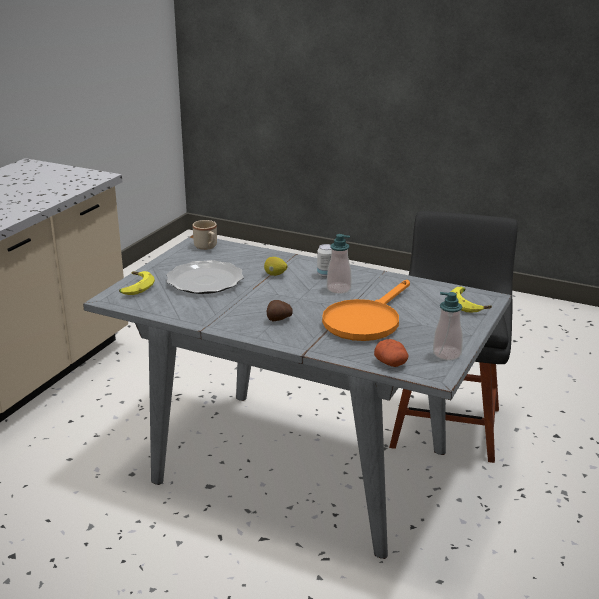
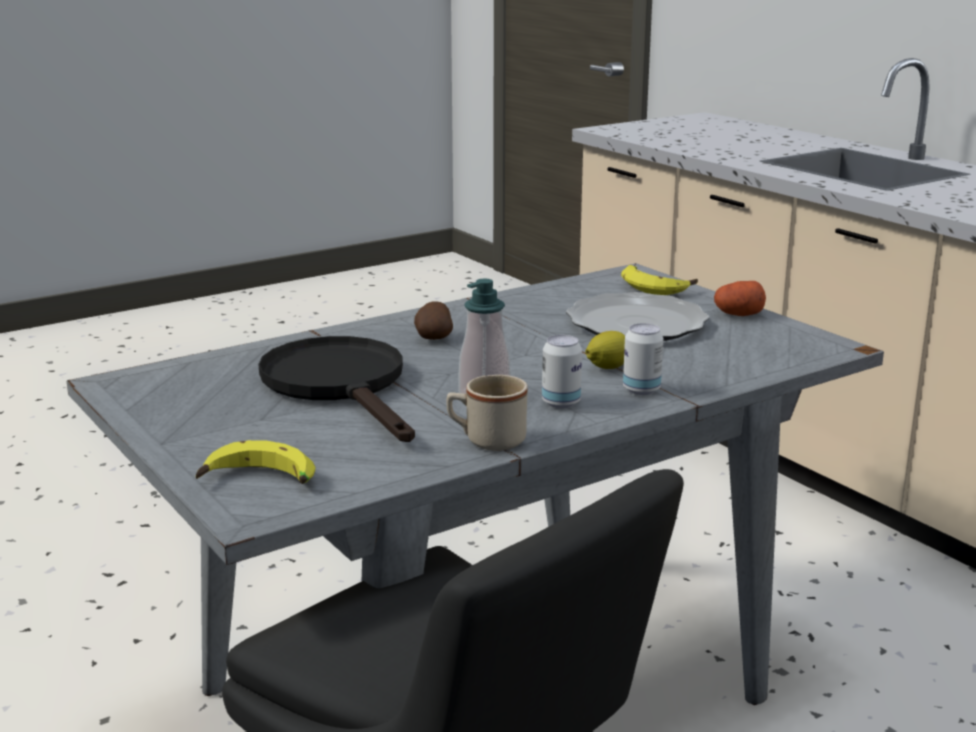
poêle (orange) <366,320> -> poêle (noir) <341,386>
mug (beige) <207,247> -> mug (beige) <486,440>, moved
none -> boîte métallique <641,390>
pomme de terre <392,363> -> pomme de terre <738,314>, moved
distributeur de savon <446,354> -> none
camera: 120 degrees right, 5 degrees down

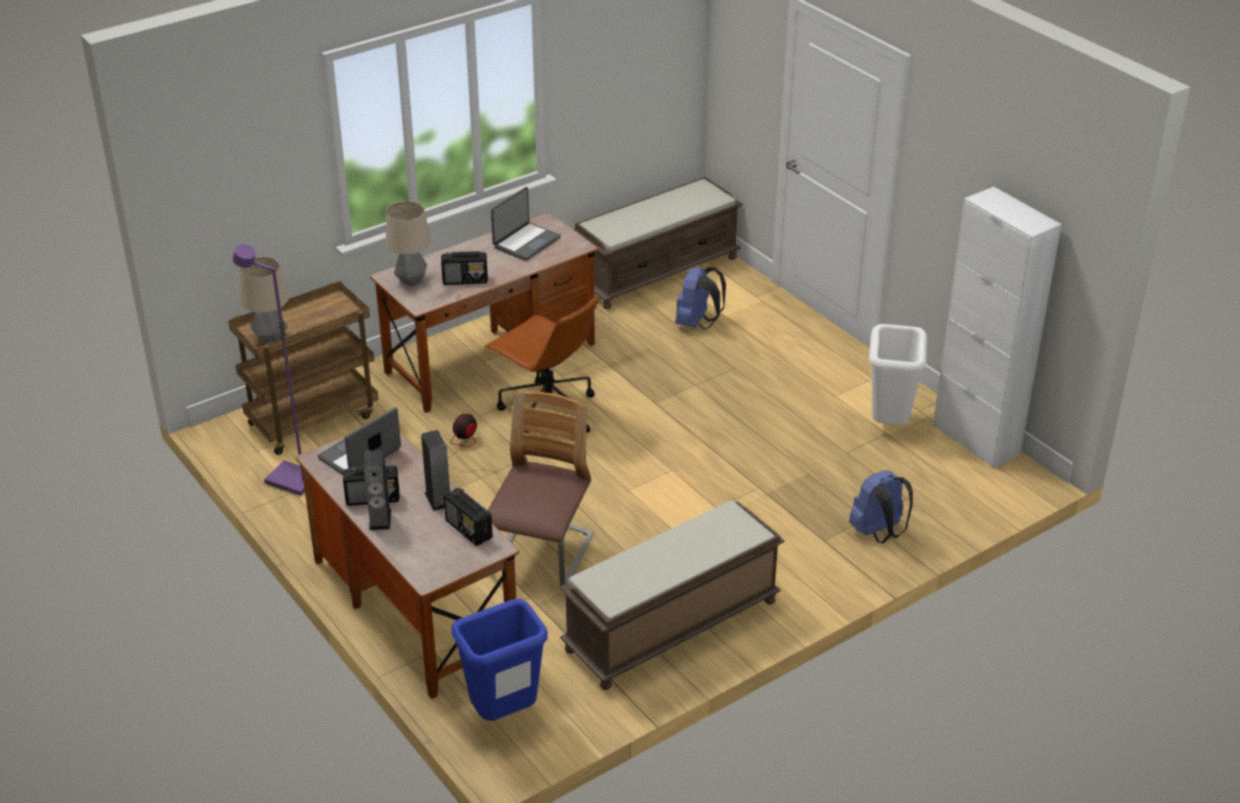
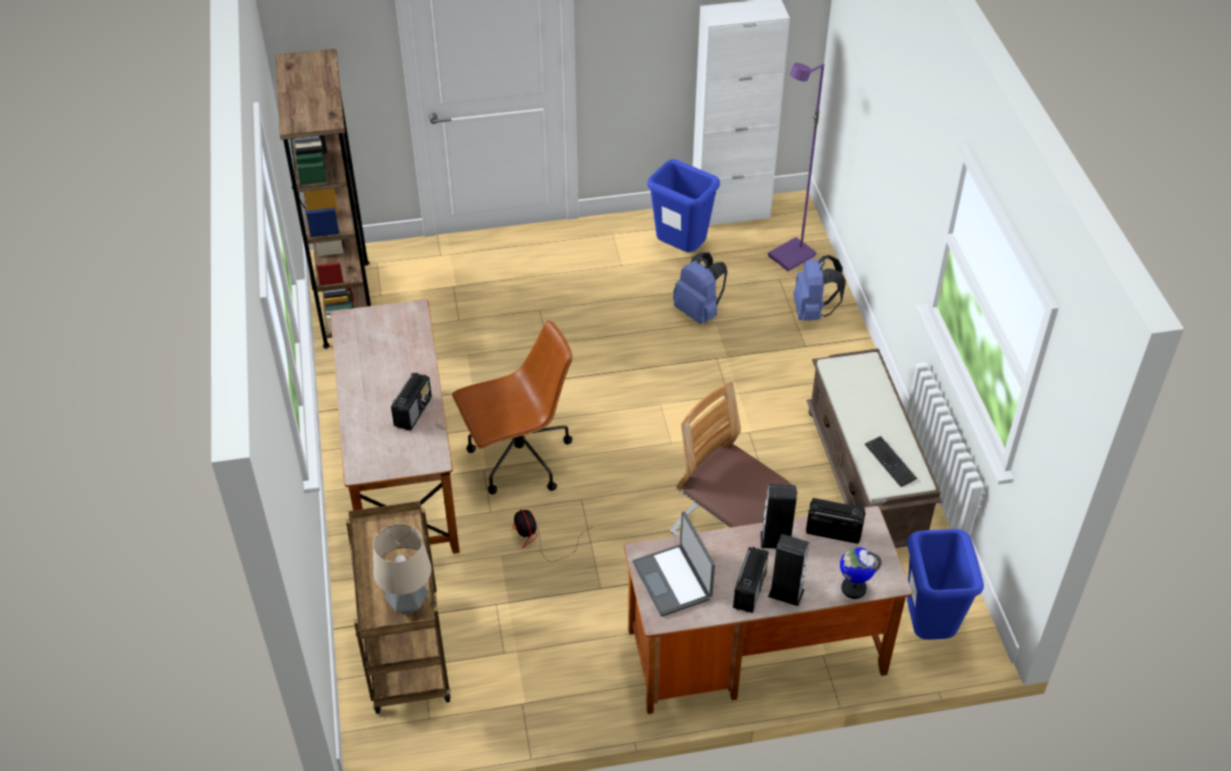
banc (marron) <657,271> -> bibliothèque (marron) <346,303>
poubelle (blanc) <889,425> -> poubelle (bleu) <681,250>
sac à dos (bleu) <697,323> -> sac à dos (bleu) <699,311>, moved
lampadaire (violet) <291,481> -> lampadaire (violet) <792,257>, moved
radio <469,530> -> radio <833,531>, 150 degrees counterclockwise
none -> globe <853,588>
none -> clavier <890,462>
lampe de table <411,280> -> none
ordinateur portable <526,242> -> none
camera: 65 degrees left, 10 degrees up

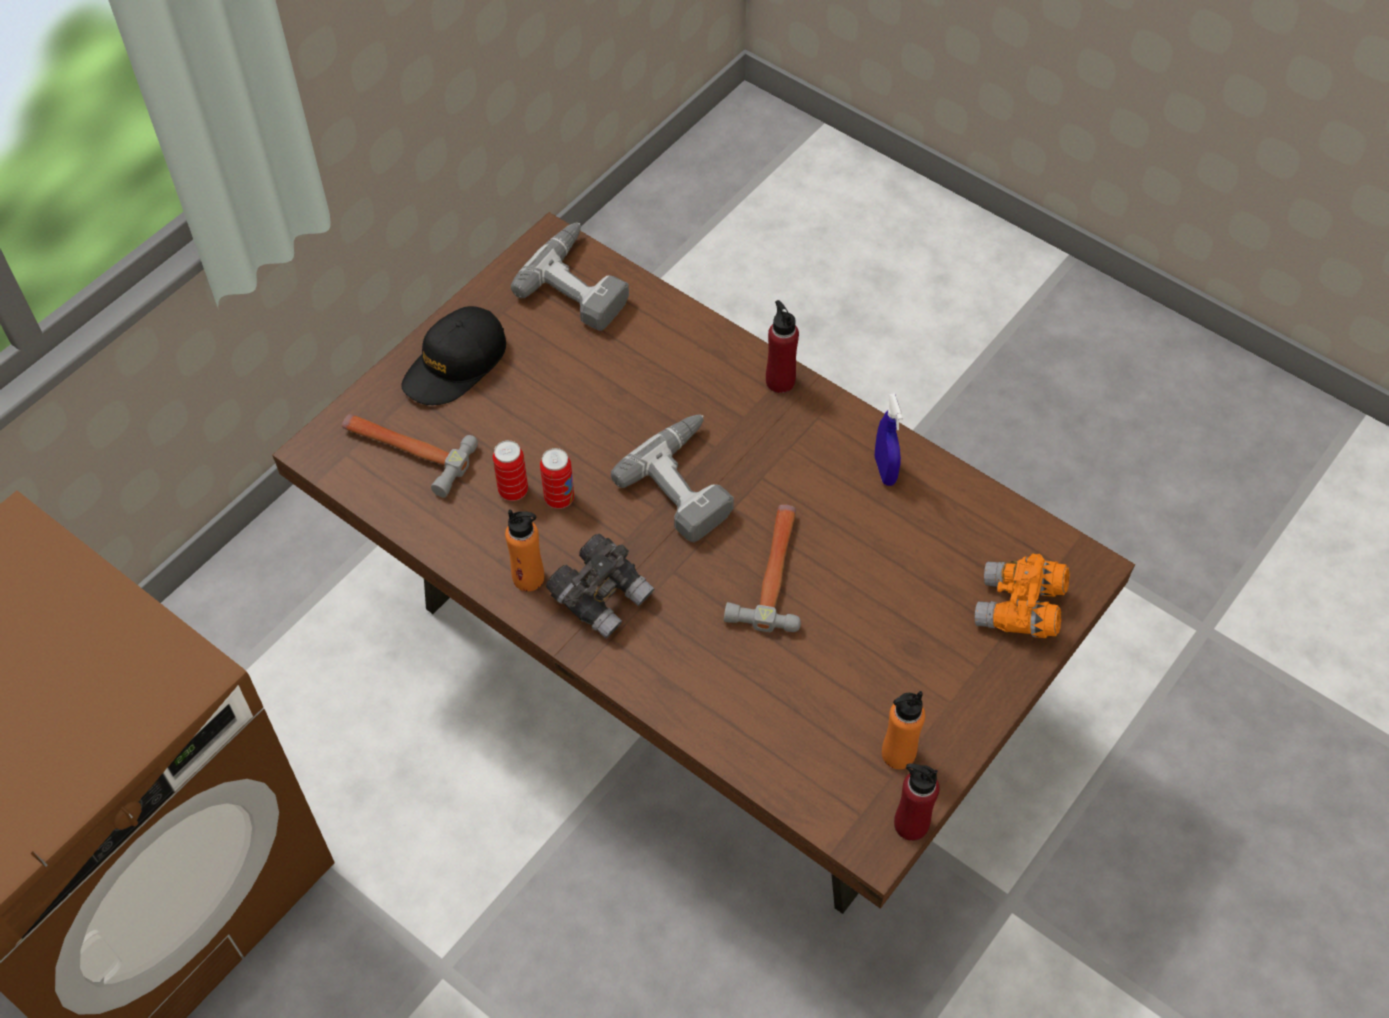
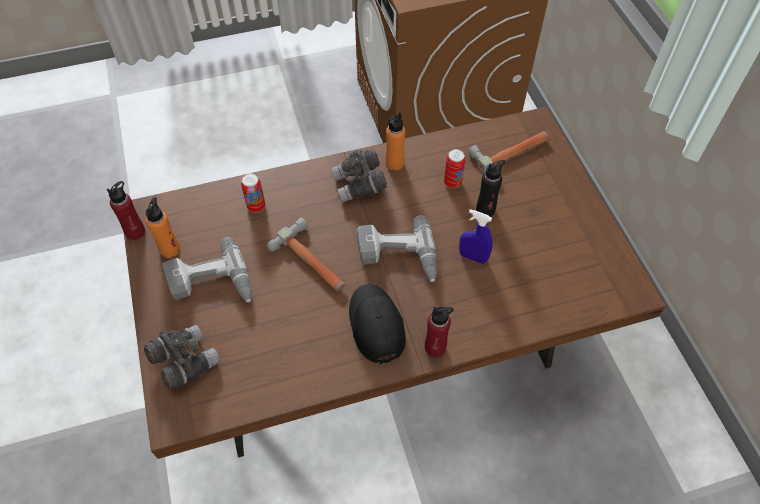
jumelles (orange) <1019,609> -> jumelles (gris) <184,361>
perceuse <582,283> -> perceuse <211,285>, moved
boîte métallique <559,498> -> boîte métallique <256,206>, moved
casquette (noir) <455,365> -> casquette (noir) <376,325>, moved
vaporisateur (bleu) <885,470> -> vaporisateur (bleu) <473,257>, moved
none -> bouteille (noir) <485,209>
camera: 125 degrees right, 0 degrees up

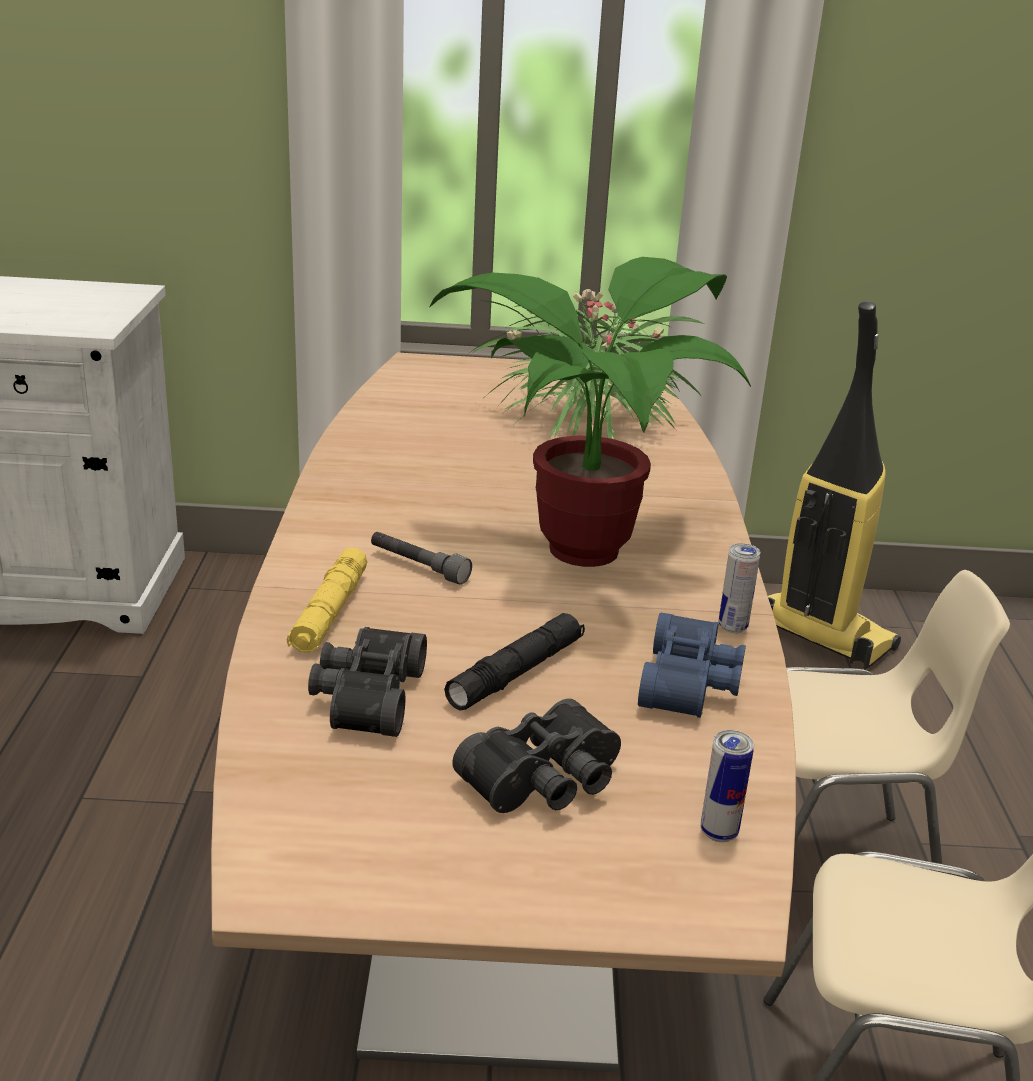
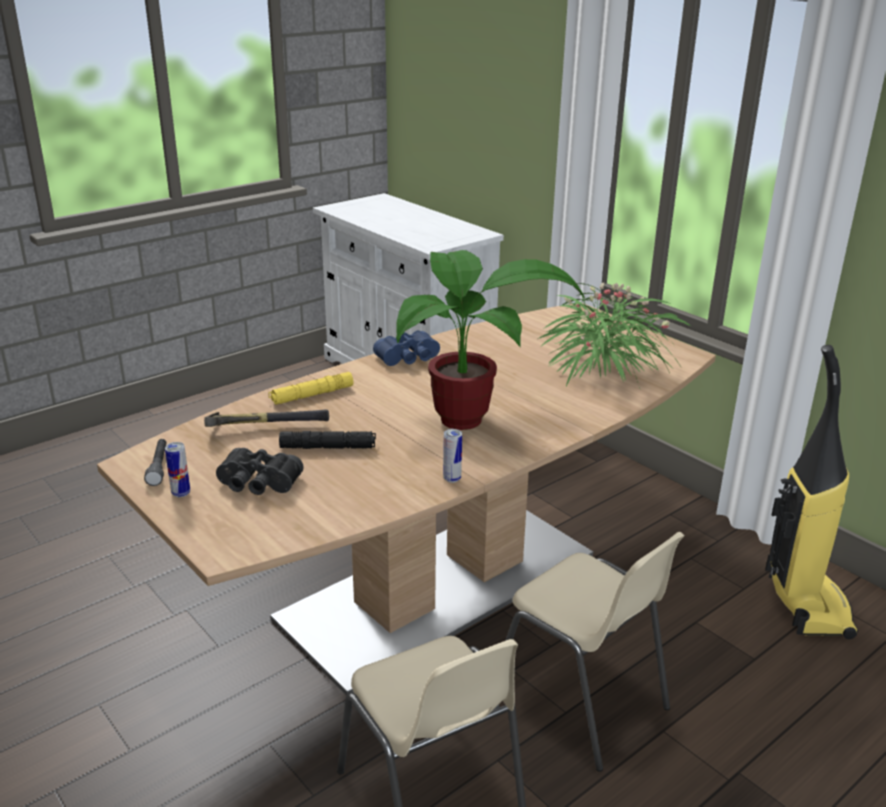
lampe de poche (gris) <418,566> -> lampe de poche (gris) <159,467>, moved
boîte métallique <719,832> -> boîte métallique <181,493>, moved
jumelles (noir) <365,696> -> marteau <263,427>
jumelles (bleu) <692,683> -> jumelles (bleu) <409,359>, moved
camera: 50 degrees right, 0 degrees up

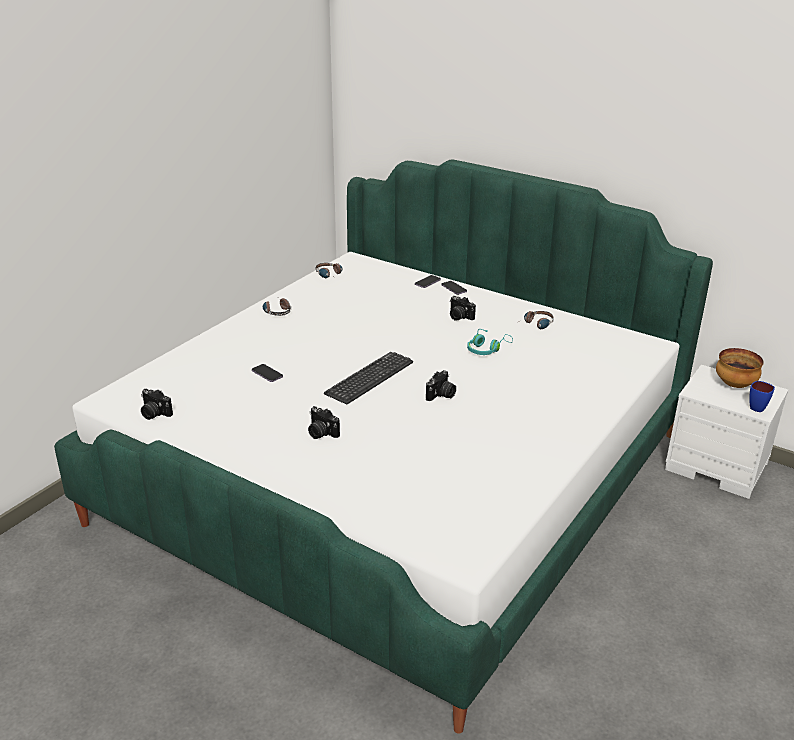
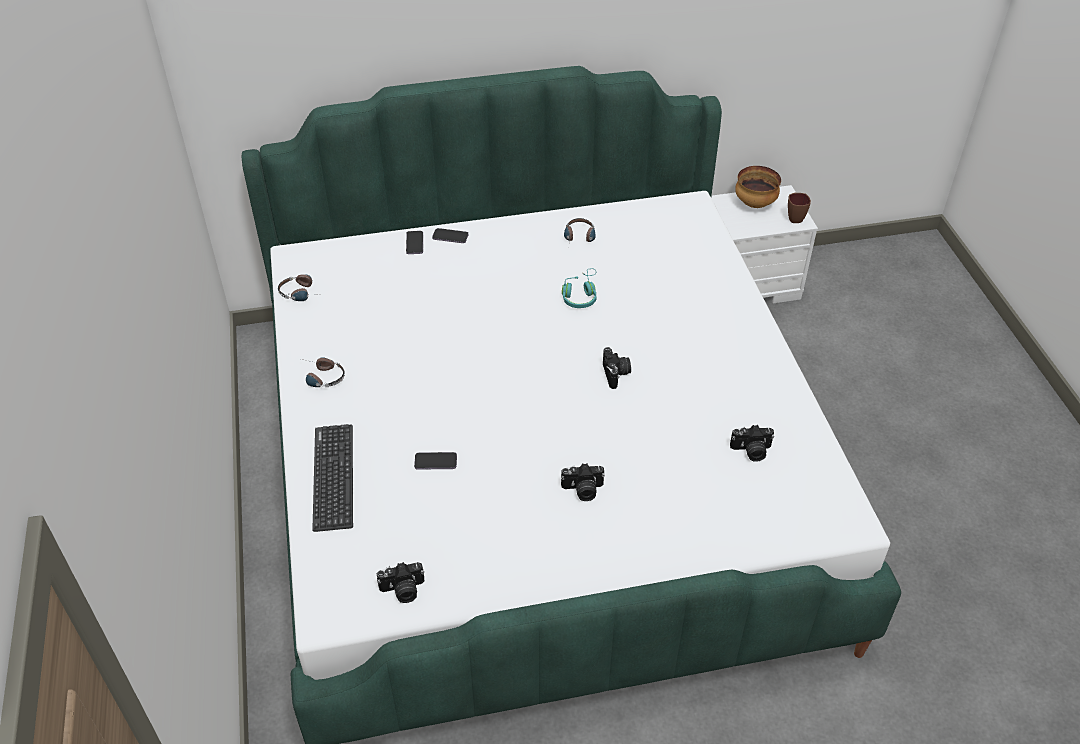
clavier <369,378> -> clavier <333,477>, moved
appareil photo <459,317> -> appareil photo <751,451>, moved
mug (bleu) <758,406> -> mug (marron) <794,217>
camera: 45 degrees left, 15 degrees up

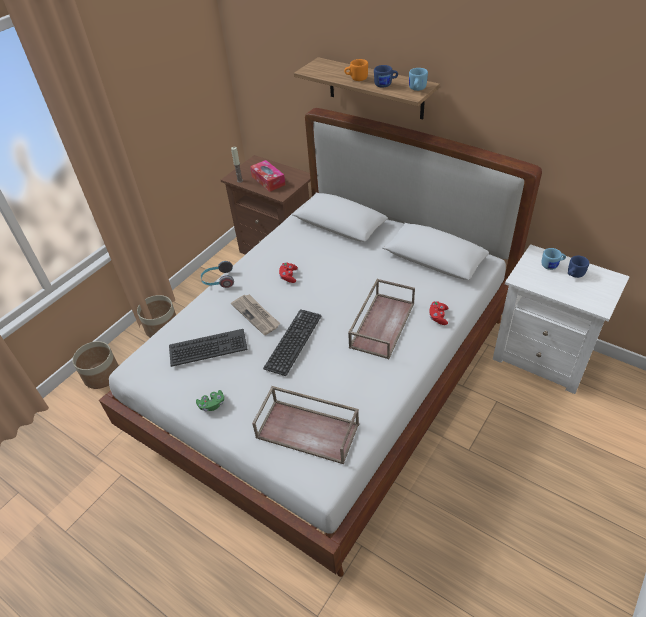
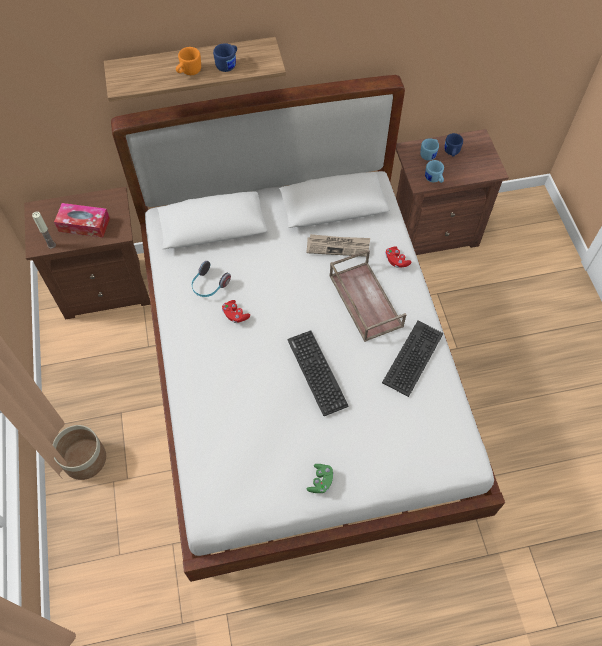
casque audio <218,281> -> casque audio <209,285>, moved
journal <256,315> -> journal <338,246>, moved
clavier <208,348> -> clavier <413,358>, moved
table de chevet (blanc) <543,357> -> table de chevet (marron) <432,231>
mug (bleu) <416,89> -> mug (bleu) <434,179>, moved
cache-pot <102,375> -> none
plateau (marron) <309,430> -> none
camera: 50 degrees left, 15 degrees up

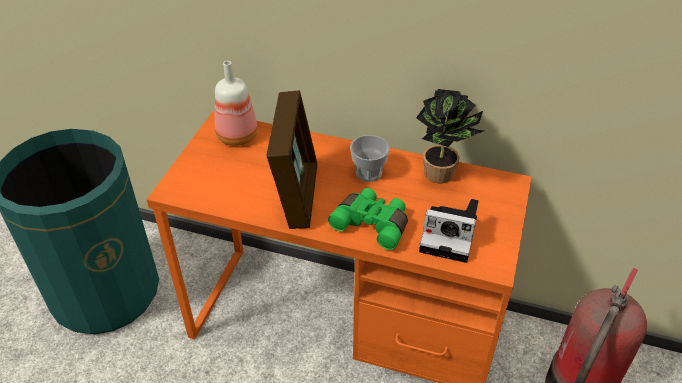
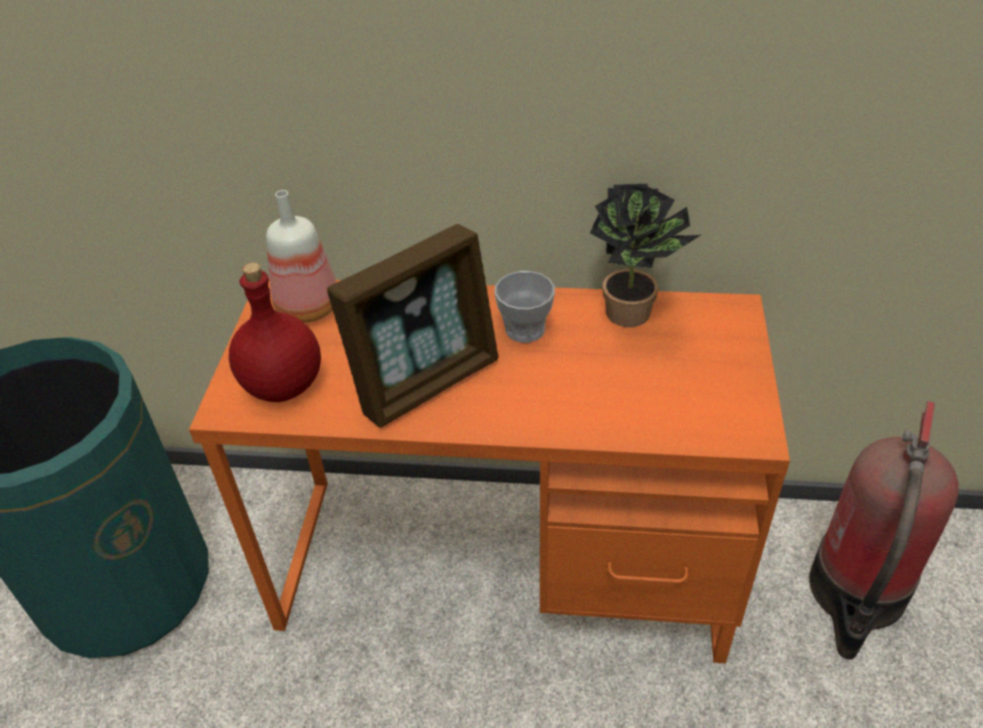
none -> bouteille (rouge) <284,385>
cadre photo <296,195> -> cadre photo <426,381>, 60 degrees clockwise
jumelles (vert) <373,224> -> none
appareil photo <451,236> -> none
camera: 10 degrees left, 0 degrees up

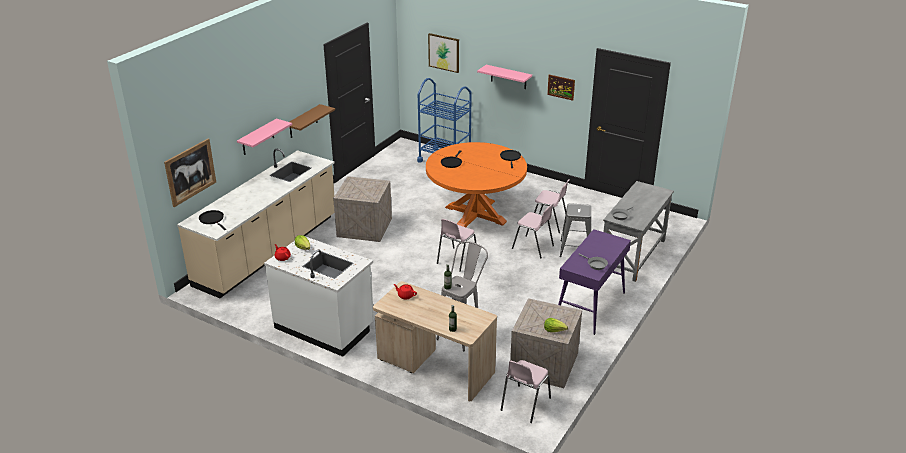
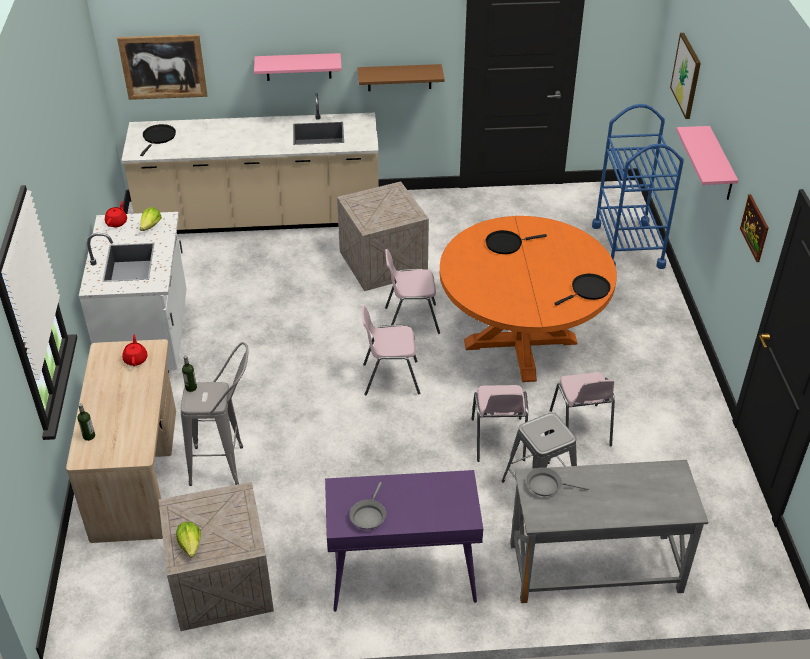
chaise (rose) <524,404> -> chaise (rose) <411,320>, moved
camera: 55 degrees right, 10 degrees up

